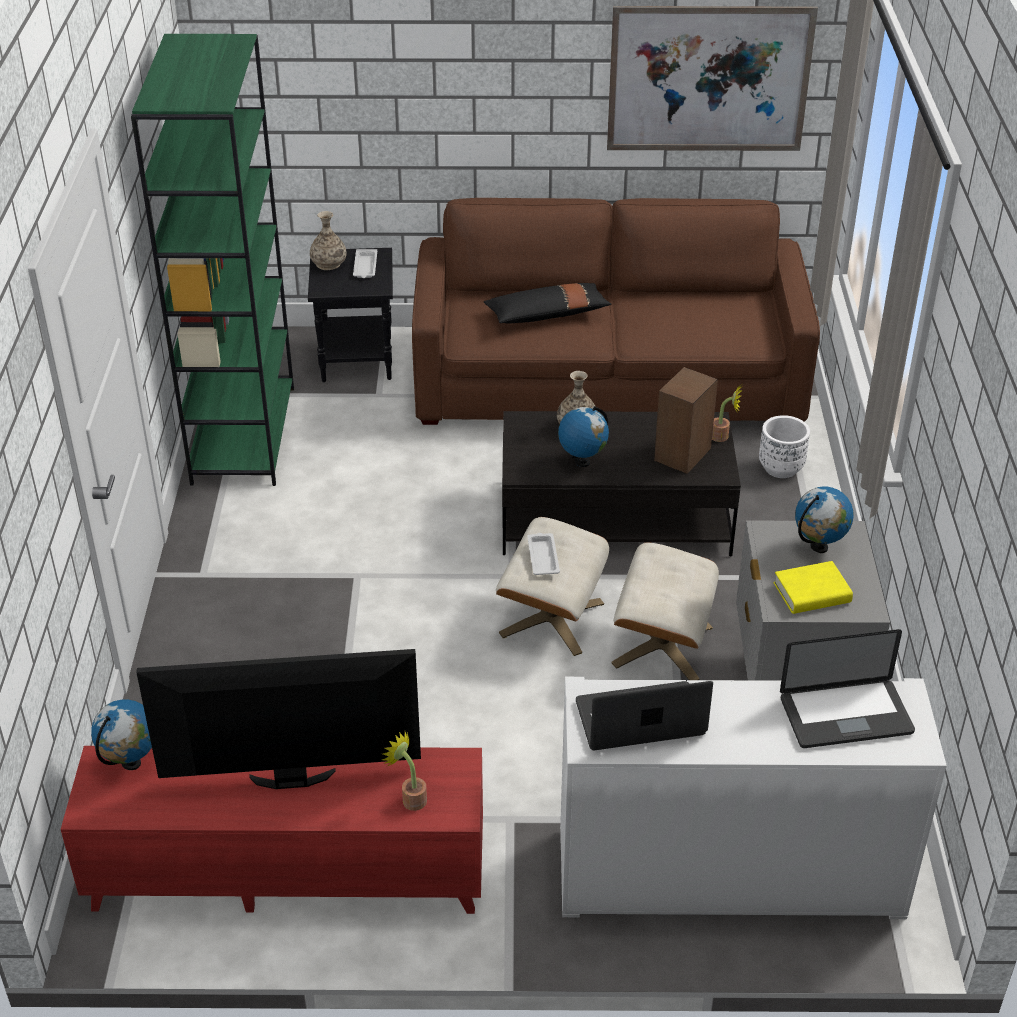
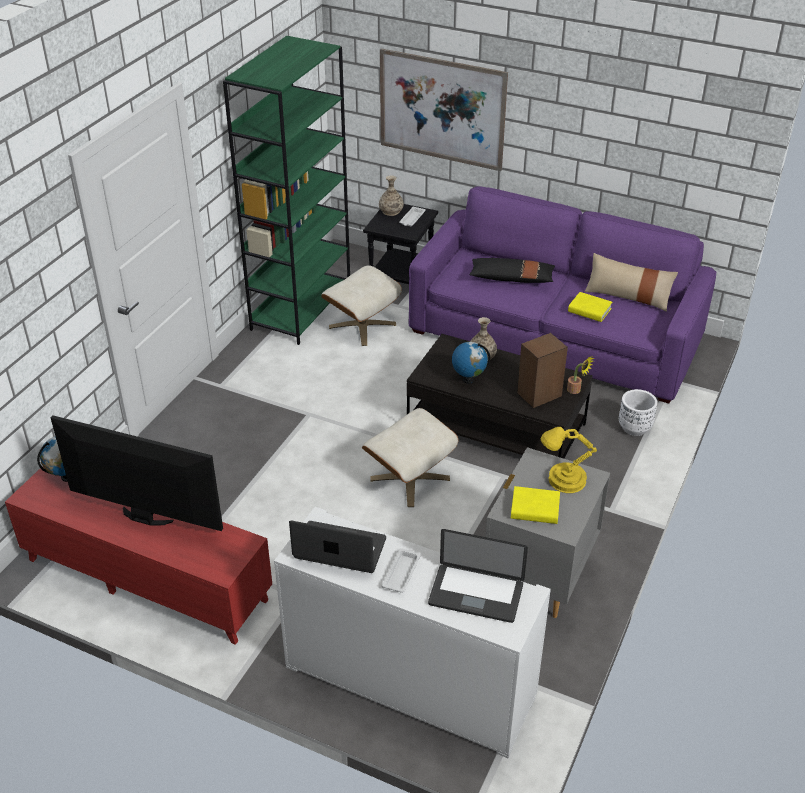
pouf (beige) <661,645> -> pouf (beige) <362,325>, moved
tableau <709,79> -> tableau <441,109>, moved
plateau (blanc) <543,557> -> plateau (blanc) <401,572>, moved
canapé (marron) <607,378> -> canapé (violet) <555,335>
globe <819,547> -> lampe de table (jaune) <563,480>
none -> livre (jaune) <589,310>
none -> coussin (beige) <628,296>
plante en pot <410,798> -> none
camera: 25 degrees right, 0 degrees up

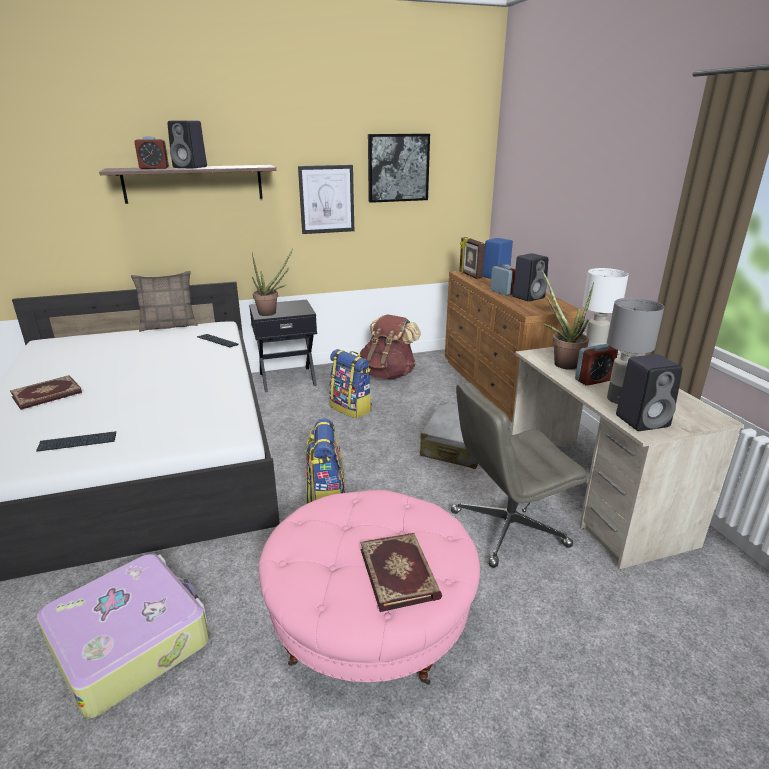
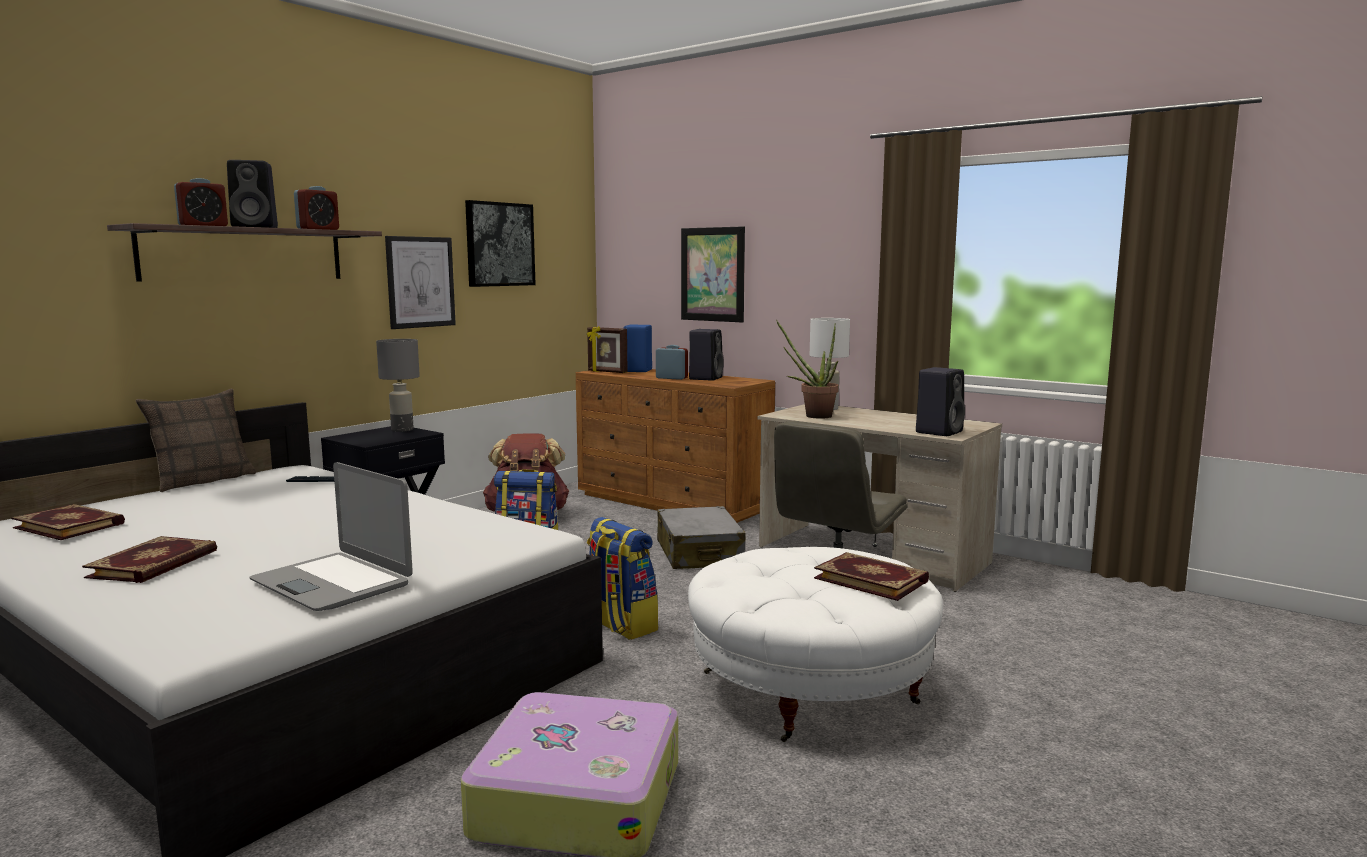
none -> livre <71,525>
clavier <77,443> -> ordinateur portable <333,583>
réveil <593,380> -> réveil <318,229>, moved
lampe de table (gris) <618,399> -> lampe de table (gris) <401,430>, moved
none -> tableau <712,274>
pouf (rose) <370,620> -> pouf (blanc) <809,688>
plante en pot <271,313> -> none
camera: 35 degrees left, 15 degrees down

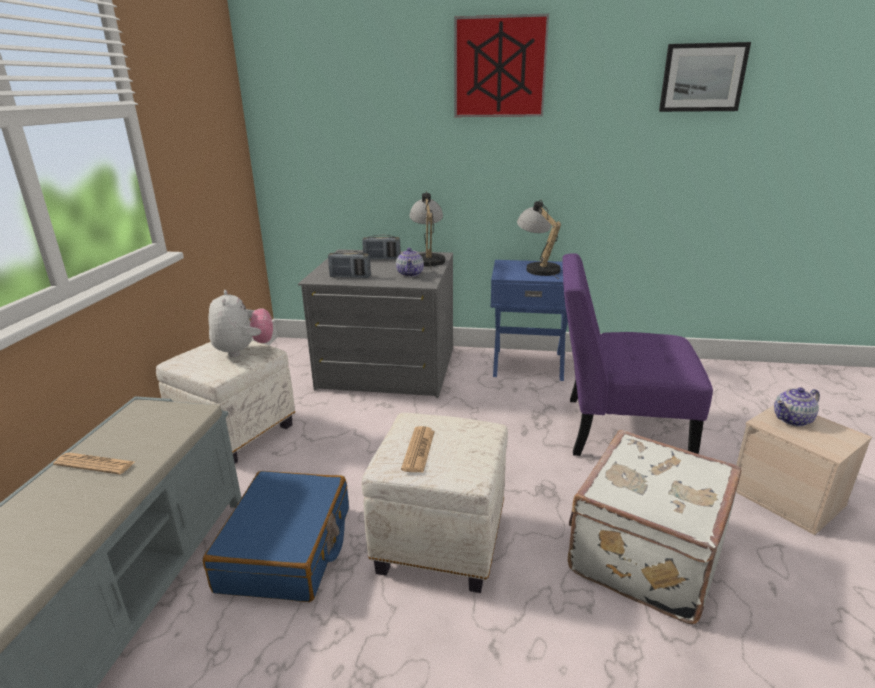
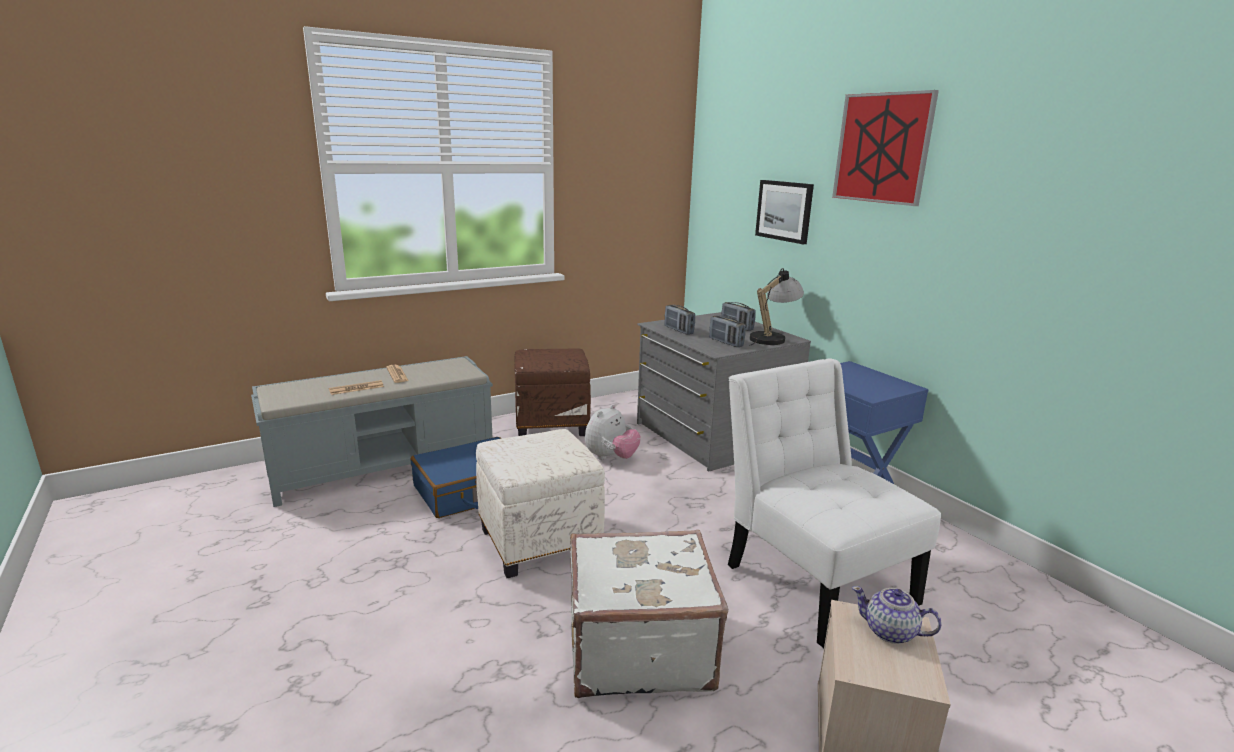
journal <418,450> -> journal <356,388>, moved
pouf (blanc) <236,433> -> pouf (marron) <552,424>
peluche <243,351> -> peluche <611,458>, moved
théière <410,274> -> radio <725,342>
chaise (violet) <616,429> -> chaise (blanc) <813,578>
tableau <702,78> -> tableau <784,211>, moved
lampe de table <538,268> -> none
camera: 50 degrees right, 5 degrees down

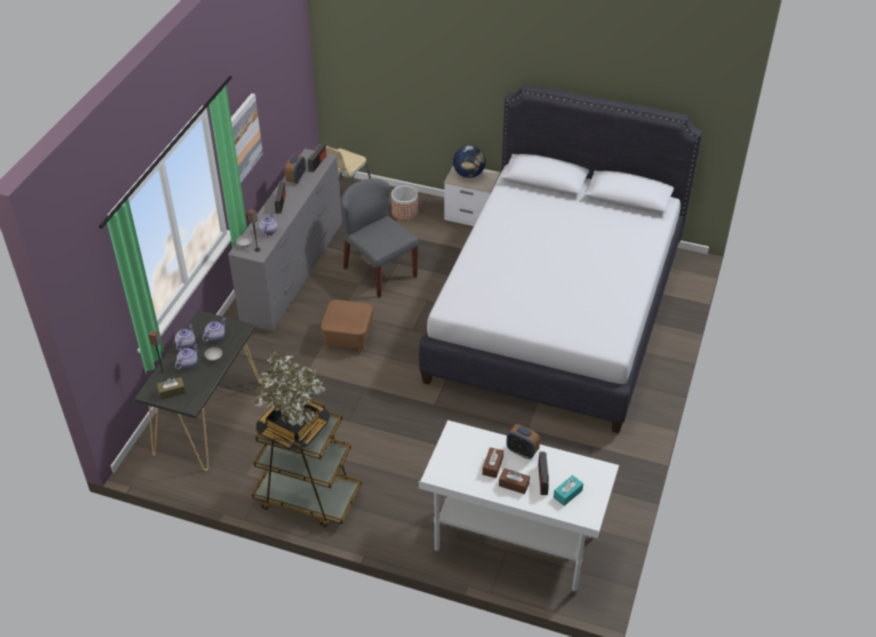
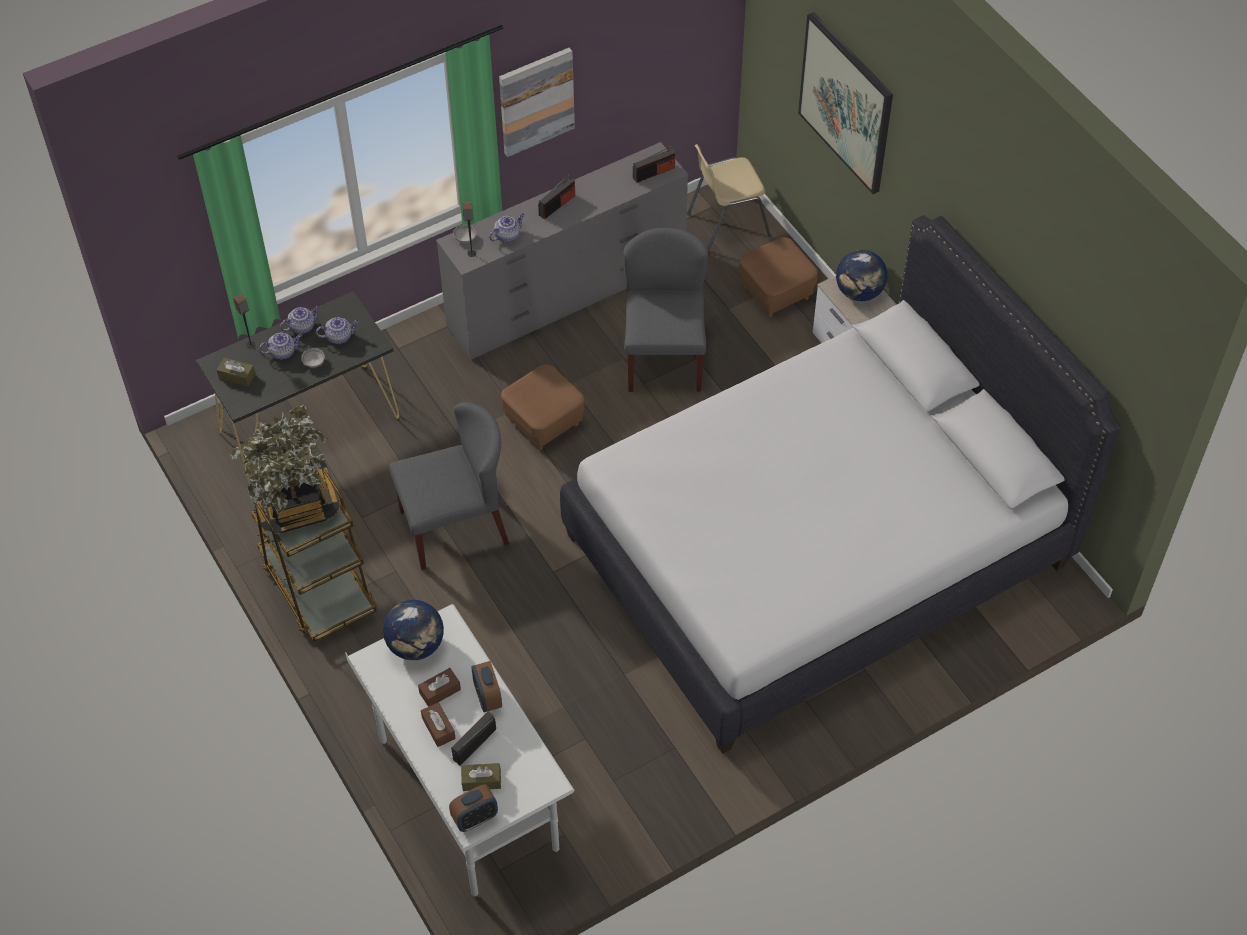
none -> globe <416,645>
none -> chaise (gris) <455,526>
réveil <296,178> -> réveil <475,818>, moved
boîte à mouchoirs (turquoise) <567,494> -> boîte à mouchoirs (marron) <481,780>
cache-pot <405,212> -> pouf (marron) <776,292>
none -> tableau <846,102>
camera: 40 degrees right, 10 degrees up

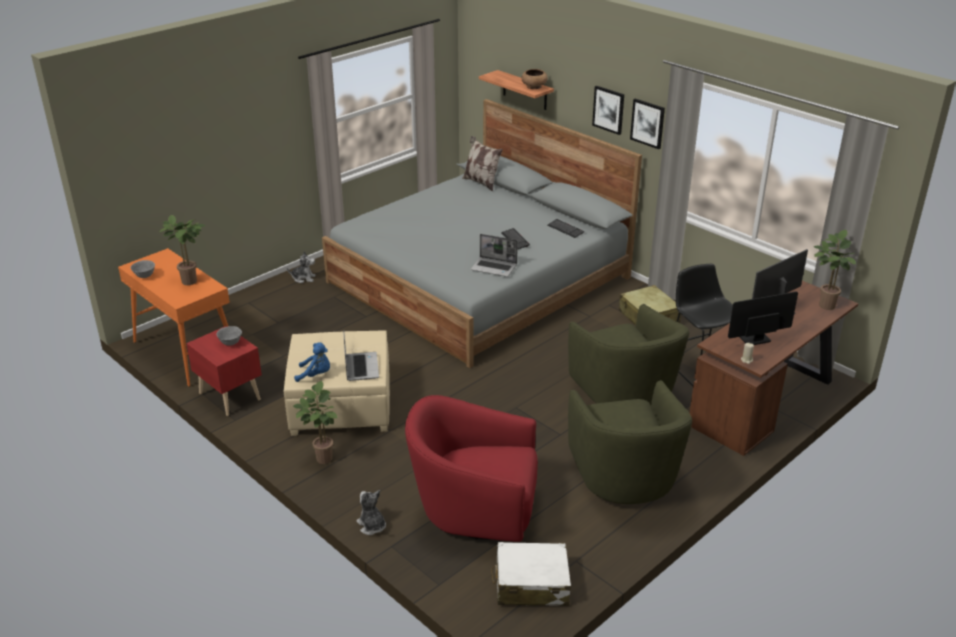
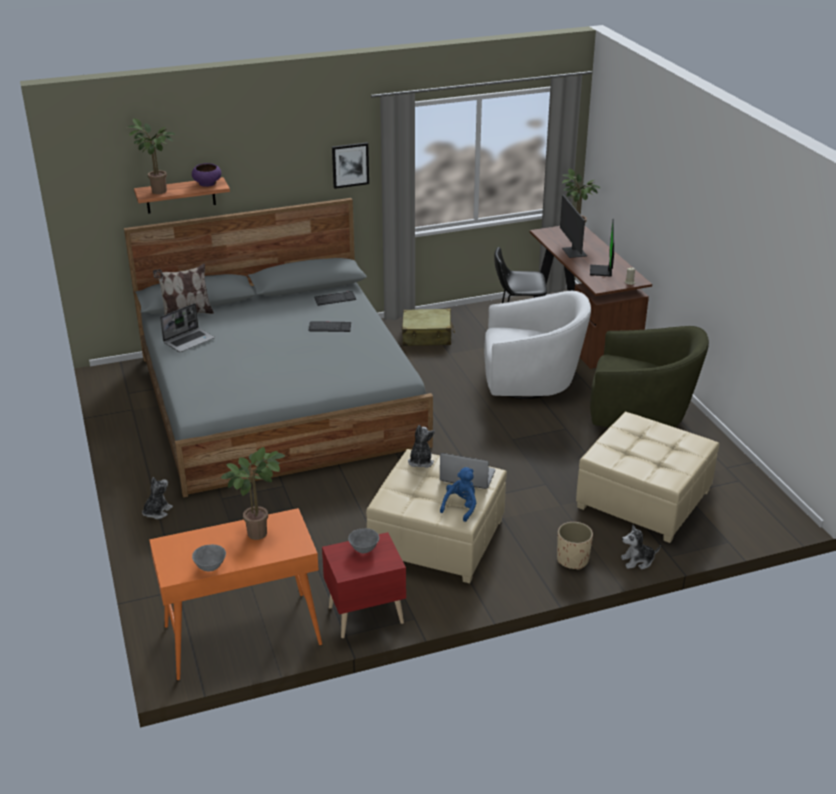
plante en pot <322,457> -> plante en pot <156,192>, moved
ordinateur portable <494,268> -> ordinateur portable <189,340>, moved
bol (marron) <534,87> -> bol (violet) <207,183>
none -> peluche <420,461>
fauteuil (vert) <625,395> -> fauteuil (blanc) <531,382>
none -> cache-pot (beige) <572,560>
fauteuil (rouge) <474,509> -> pouf (beige) <642,499>
valise (blanc) <531,584> -> none
tableau <608,109> -> none
camera: 65 degrees left, 0 degrees up

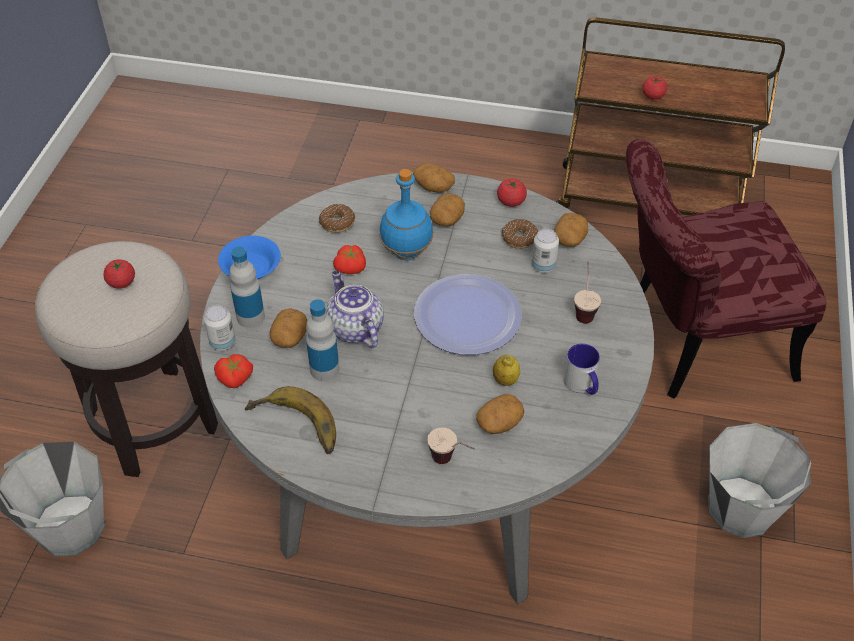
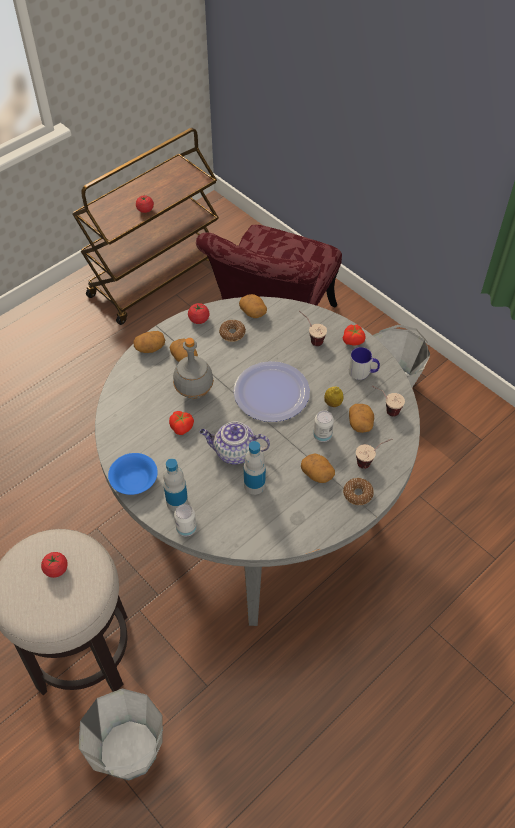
bouteille (bleu) <406,253> -> bouteille (gris) <195,393>
pomme de terre <290,337> -> pomme de terre <317,473>, moved
boîte métallique <543,266> -> boîte métallique <322,435>, moved
tomate <235,379> -> tomate <353,340>, moved
beignet <337,223> -> beignet <357,494>, moved
none -> tasse <385,409>
banane <294,429> -> none
camera: 55 degrees left, 5 degrees up

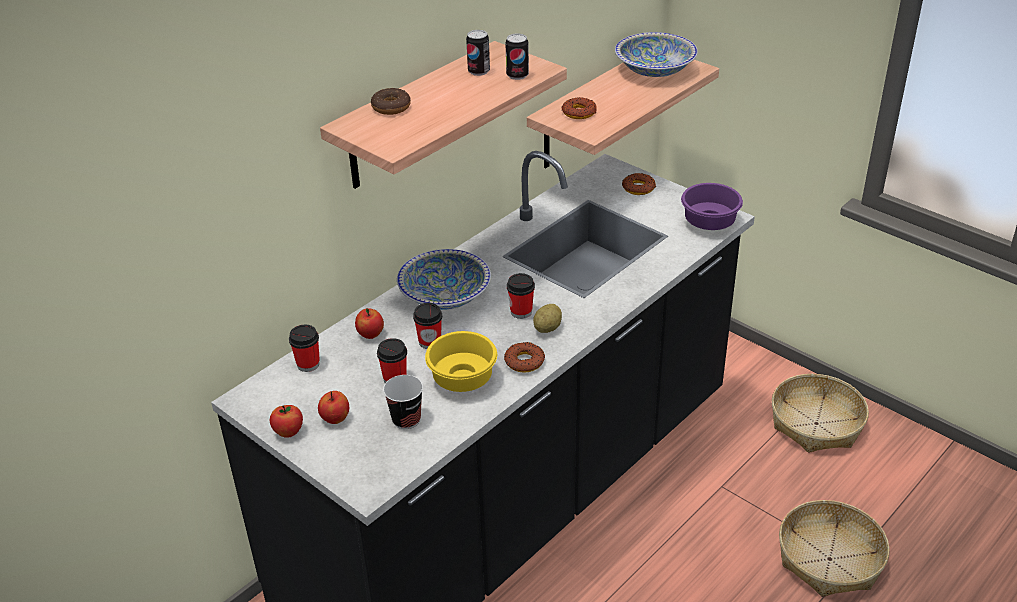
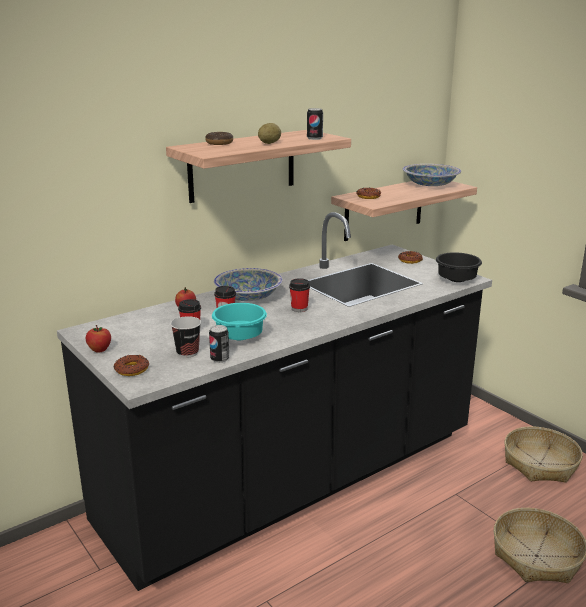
beignet <524,361> -> beignet <131,369>, moved
boîte métallique <479,71> -> boîte métallique <219,359>, moved
bol (jaune) <465,379> -> bol (turquoise) <241,337>
pomme de terre <547,328> -> pomme de terre <269,143>, moved
bol (violet) <707,223> -> bol (noir) <455,280>
tasse <308,364> -> none
pomme <335,419> -> none
camera: 10 degrees right, 15 degrees down

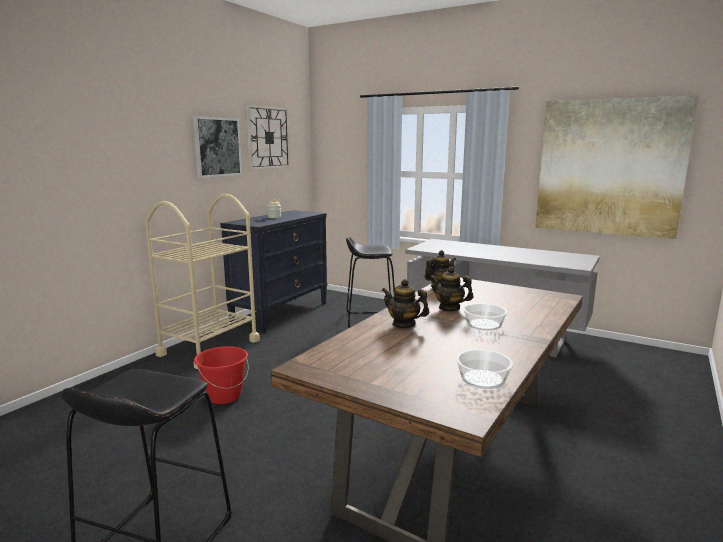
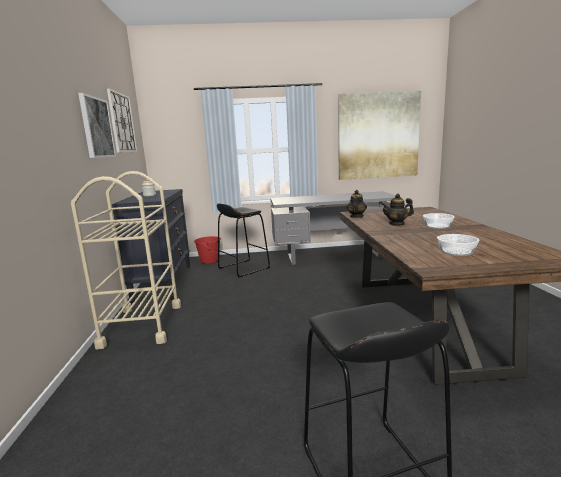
seau (rouge) <224,396> -> seau (rouge) <209,261>, moved
bol <483,379> -> bol <457,251>, moved
théière <404,324> -> none
camera: 35 degrees left, 0 degrees up

